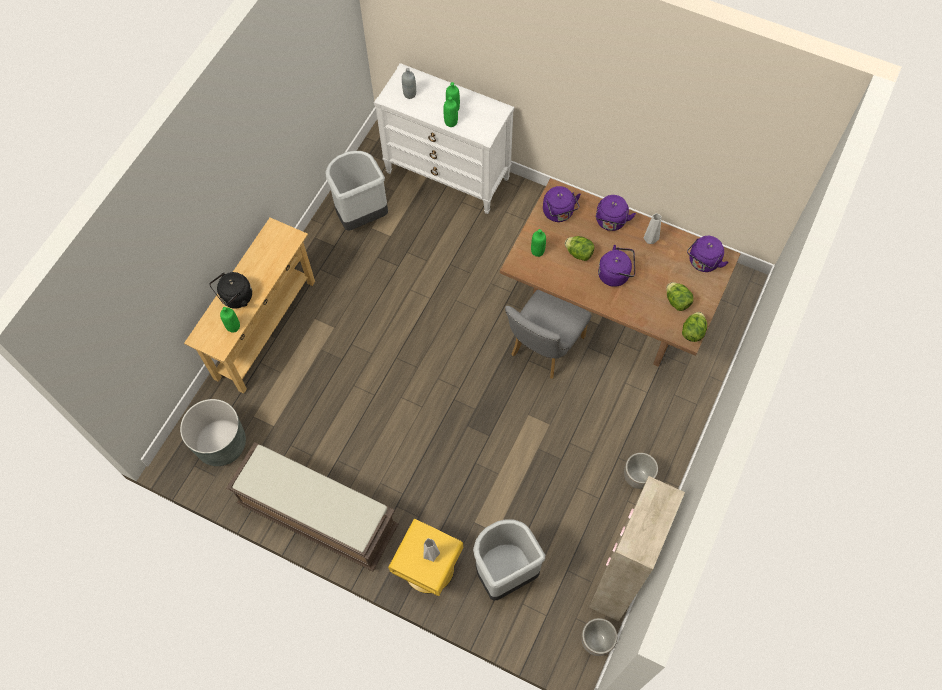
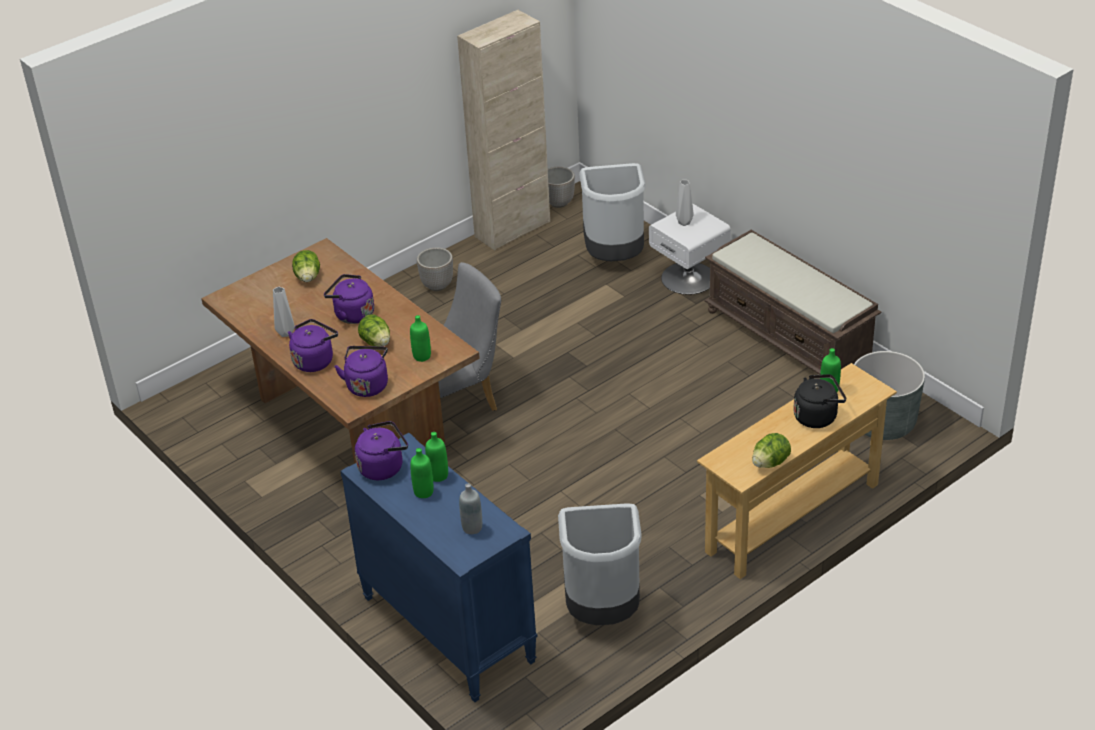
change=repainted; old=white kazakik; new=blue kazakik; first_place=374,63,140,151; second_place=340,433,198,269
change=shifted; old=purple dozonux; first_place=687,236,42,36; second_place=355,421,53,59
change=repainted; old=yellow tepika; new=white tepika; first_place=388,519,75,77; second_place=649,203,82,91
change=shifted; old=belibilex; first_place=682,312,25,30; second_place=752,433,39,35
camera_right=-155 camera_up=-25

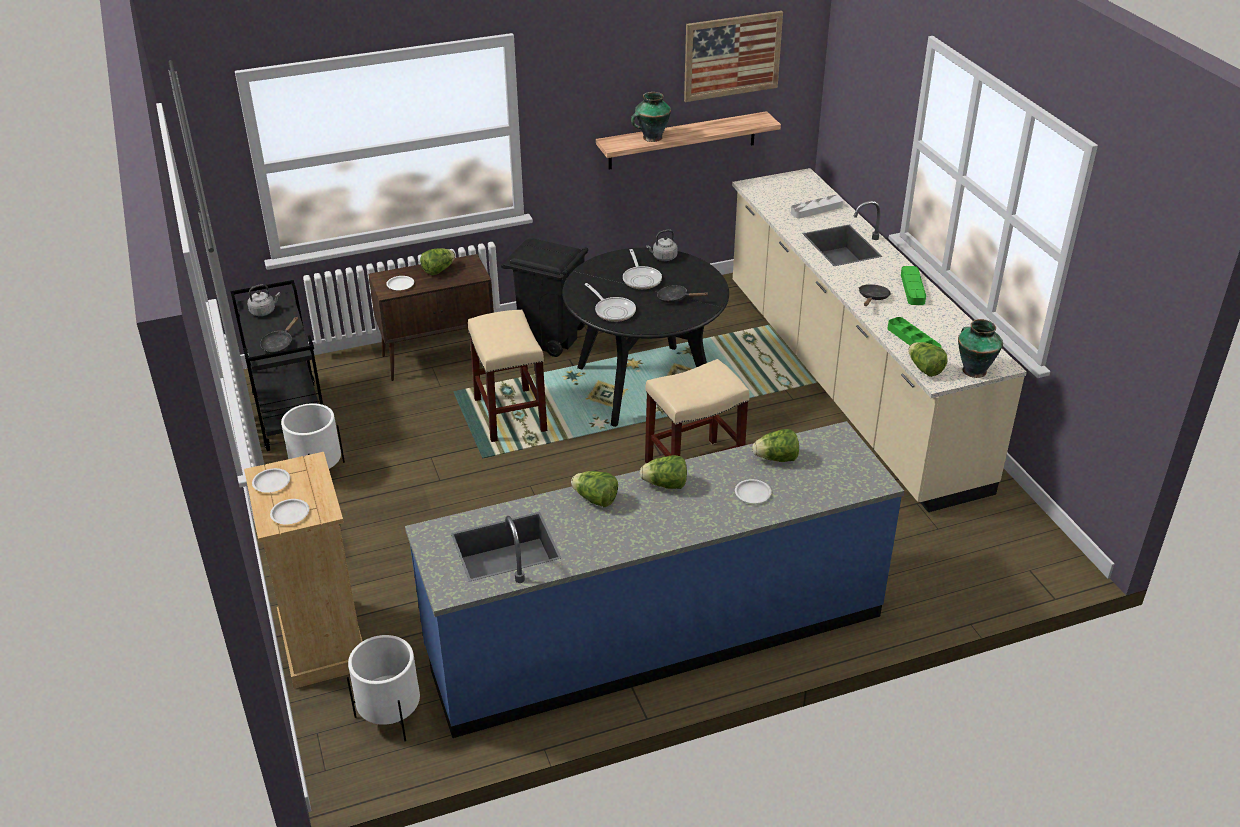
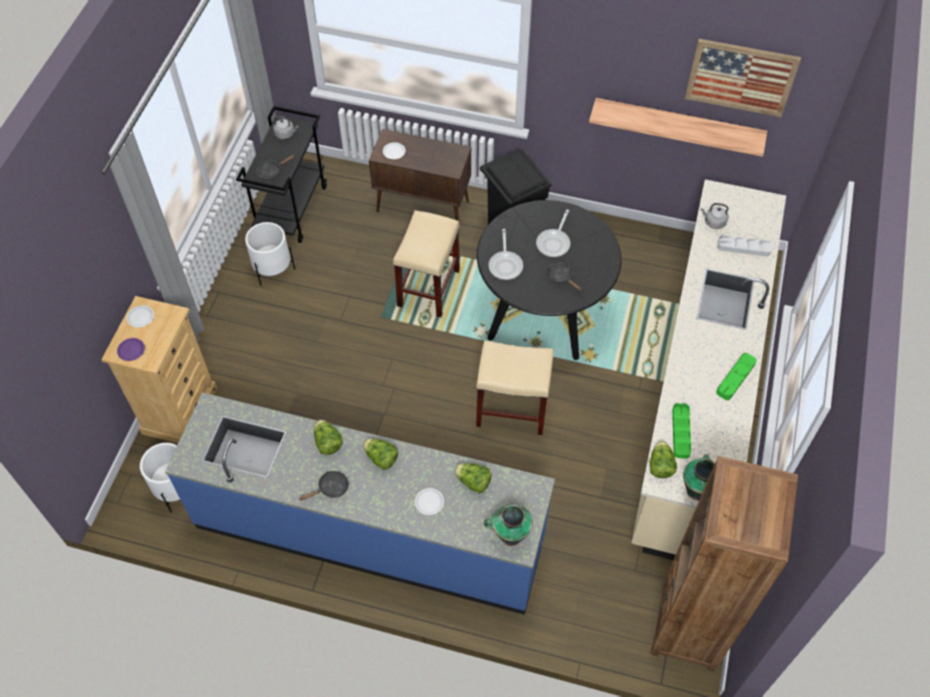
change=repainted; old=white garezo; new=purple garezo; first_place=270,499,39,25; second_place=117,338,28,23
change=shifted; old=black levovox; first_place=859,284,32,22; second_place=299,471,50,30
change=shifted; old=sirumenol; first_place=631,92,40,50; second_place=484,504,49,42
change=new; new=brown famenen; second_place=651,456,147,215
change=shifted; old=grey dozonux; first_place=646,229,32,32; second_place=701,203,27,26
change=gone; old=belibilex; first_place=420,248,35,27
camera_right=35 camera_up=20

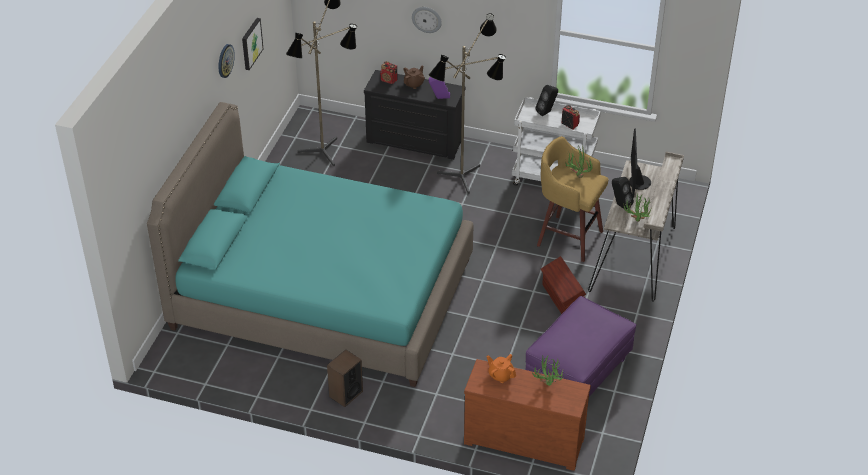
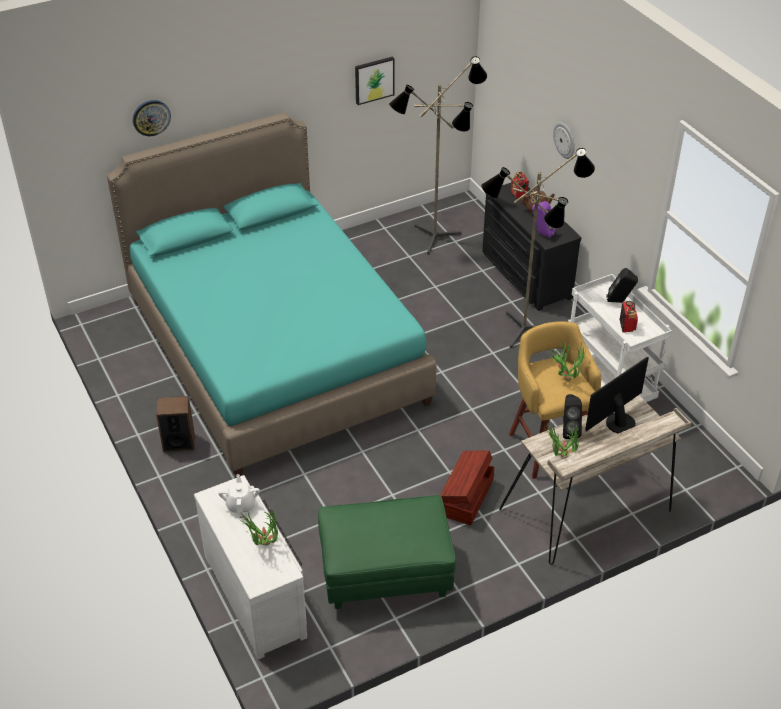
change=shifted; old=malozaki; first_place=218,44,17,34; second_place=133,100,38,36
change=repainted; old=brown kazakik; new=white kazakik; first_place=464,359,127,112; second_place=194,475,113,185
change=repainted; old=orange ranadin; new=white ranadin; first_place=486,354,30,29; second_place=218,474,42,39
change=repainted; old=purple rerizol; new=green rerizol; first_place=525,296,111,101; second_place=318,495,138,114
camera_right=45 camera_up=0

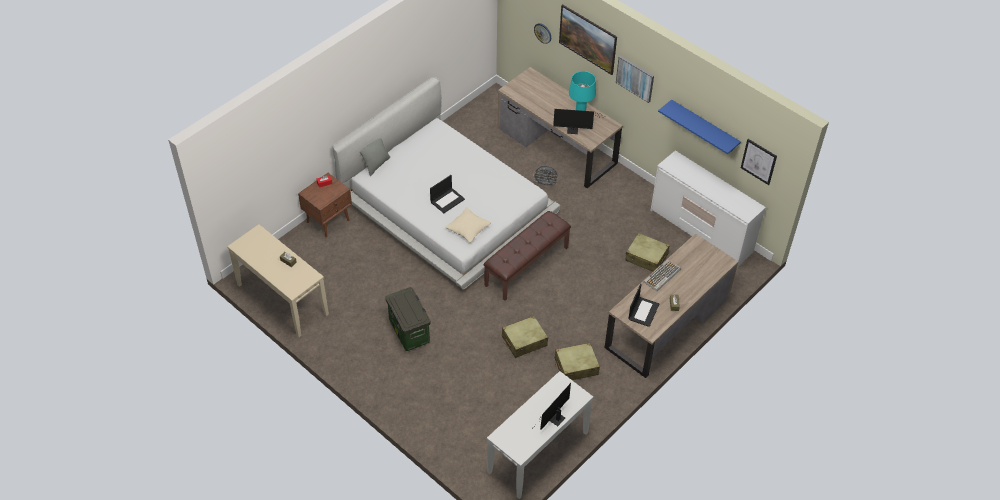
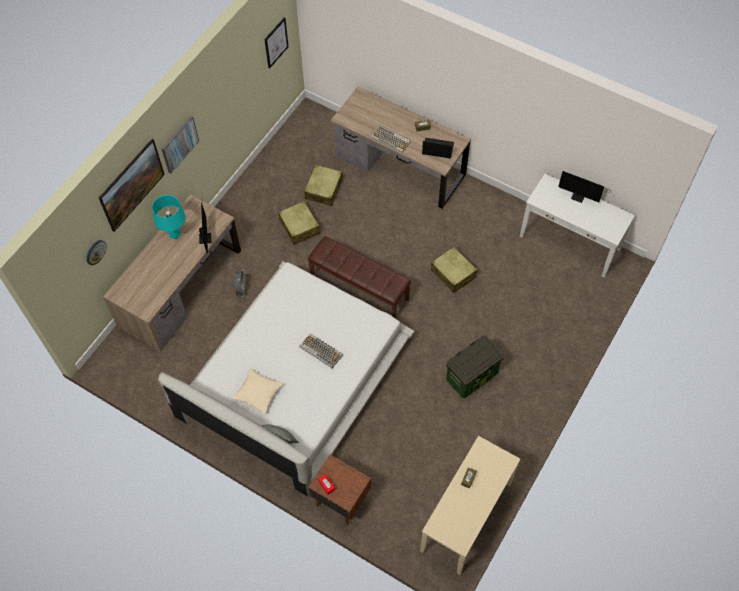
change=shifted; old=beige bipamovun; first_place=445,207,46,36; second_place=232,368,51,46
change=shifted; old=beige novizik; first_place=555,343,45,37; second_place=278,201,42,44
change=swapped; old=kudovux; new=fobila; first_place=430,175,35,38; second_place=299,333,44,35
change=gone; old=white kazakik; first_place=650,150,116,117
change=gone; old=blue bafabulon; first_place=658,99,83,55
camera_right=-100 camera_up=10

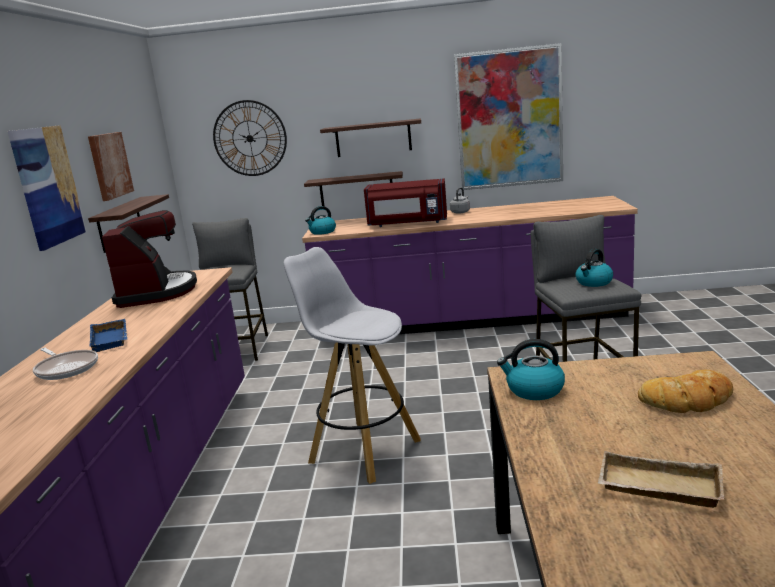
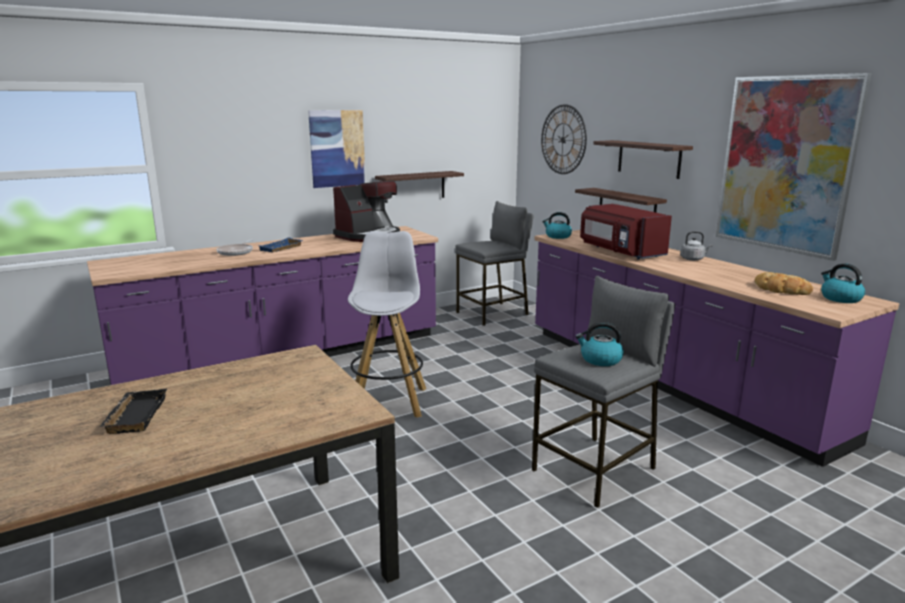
change=repainted; old=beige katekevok; new=black katekevok; first_place=598,451,127,57; second_place=99,389,68,45
change=shifted; old=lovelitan; first_place=638,370,95,43; second_place=755,272,58,23
change=shifted; old=dozonux; first_place=497,339,68,61; second_place=821,263,44,40
change=gone; old=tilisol; first_place=88,132,46,69
camera_right=55 camera_up=0

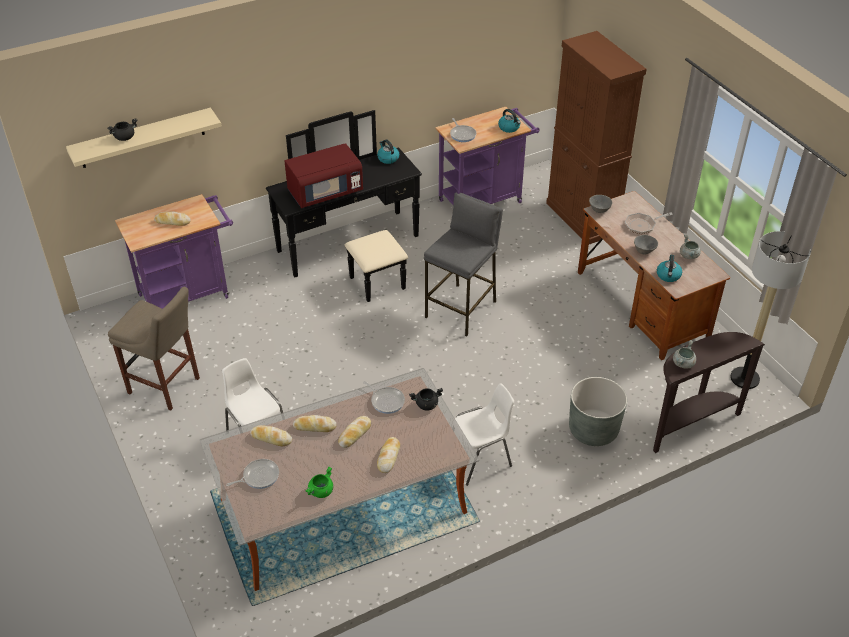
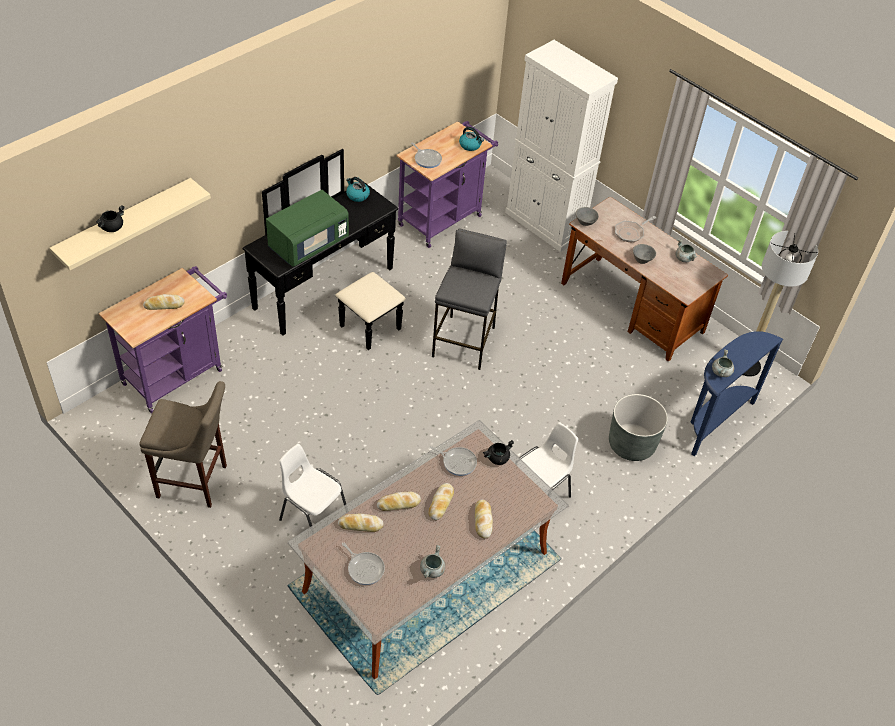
change=repainted; old=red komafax; new=green komafax; first_place=285,143,78,65; second_place=266,190,83,77
change=rotated; old=levovox; first_place=226,459,53,30; second_place=342,543,43,42; degrees=90
change=repainted; old=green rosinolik; new=grey rosinolik; first_place=306,467,27,31; second_place=420,545,25,33
change=repainted; old=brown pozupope; new=white pozupope; first_place=546,31,101,213; second_place=505,40,113,212
change=repainted; old=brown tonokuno; new=blue tonokuno; first_place=653,332,112,121; second_place=690,331,94,125
change=gone; old=dozonux; first_place=657,255,25,27
camera_right=-20 camera_up=5

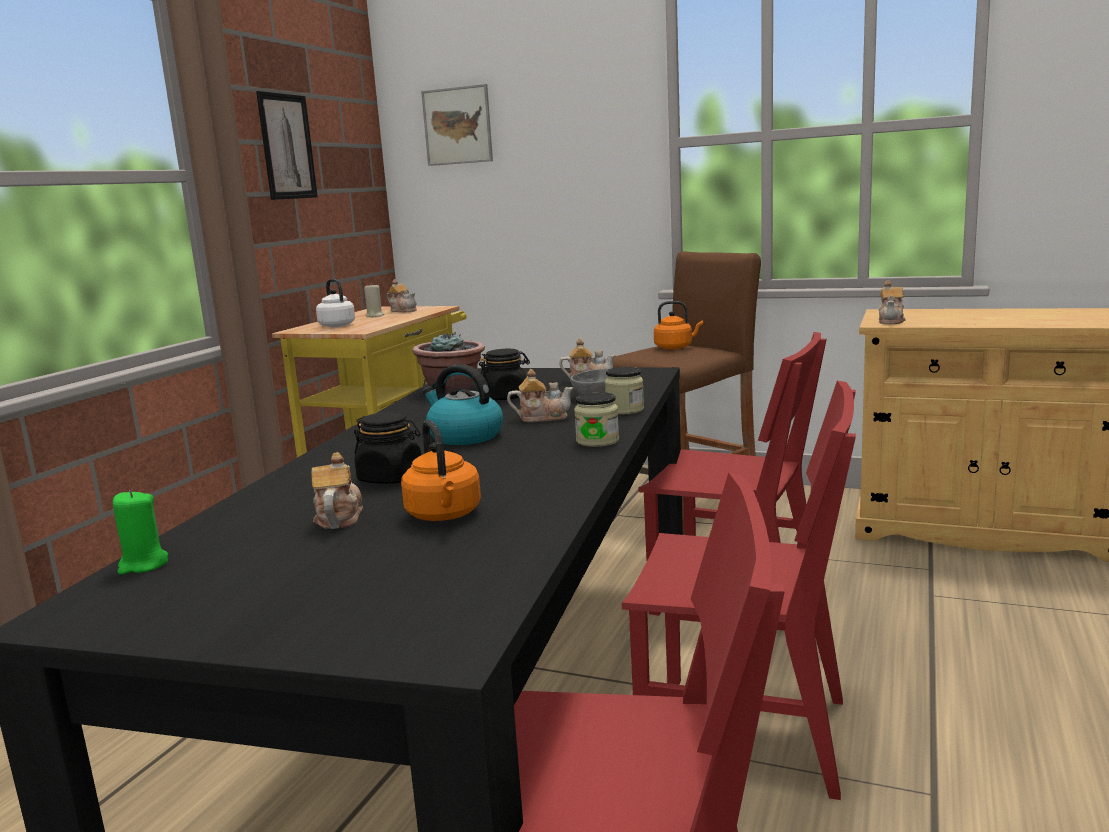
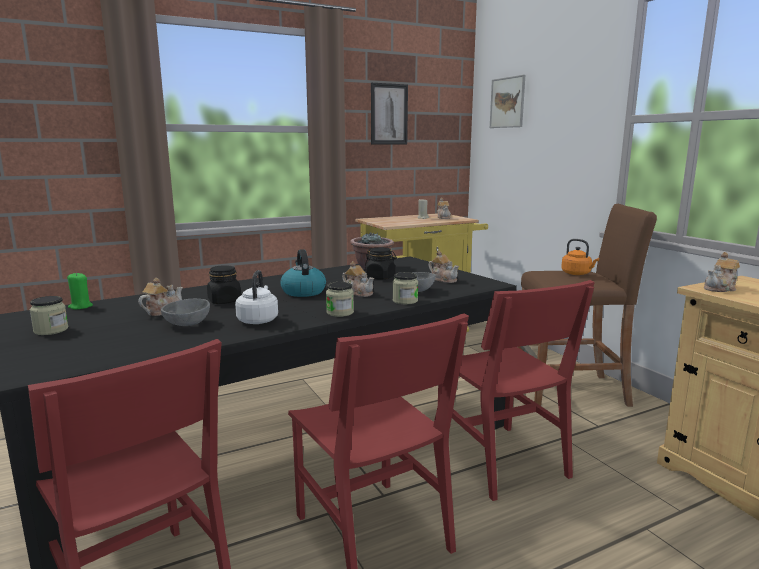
change=new; new=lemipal; second_place=30,296,39,39
change=swapped; old=orange dozonux; new=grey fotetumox; first_place=401,420,80,101; second_place=161,299,49,27
change=shifted; old=white dozonux; first_place=316,279,39,48; second_place=235,270,43,54
camera_right=40 camera_up=0

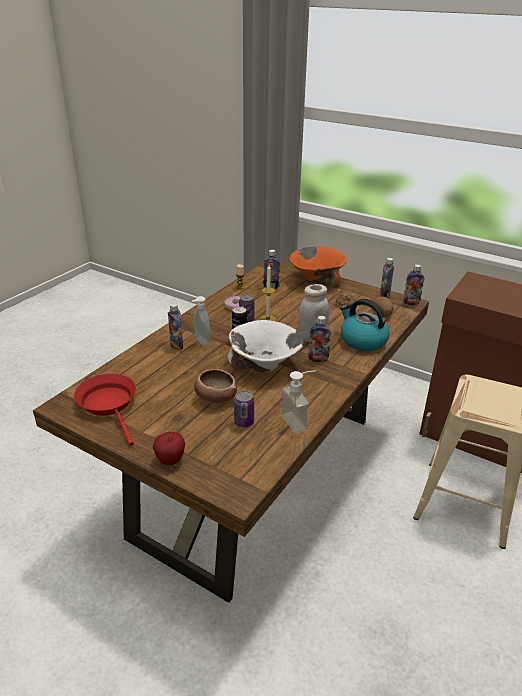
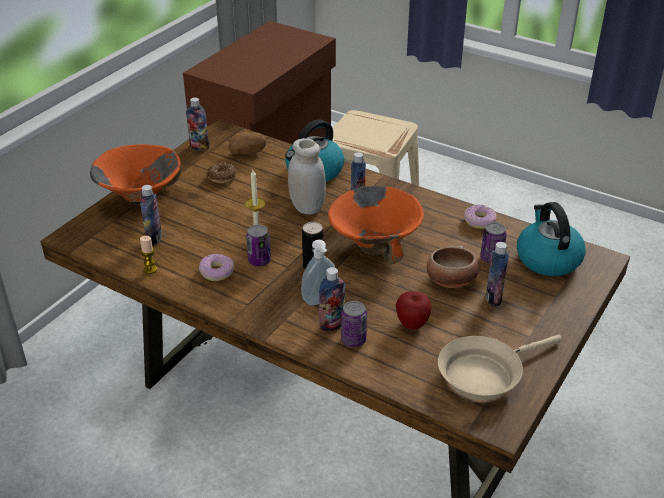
change=repainted; old=white fotetumox; new=orange fotetumox; first_place=228,320,76,52; second_place=328,186,96,79
change=new; new=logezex; second_place=341,301,26,46
change=shifted; old=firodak; first_place=153,432,32,33; second_place=396,291,36,38
change=repainted; old=red levovox; new=beige levovox; first_place=74,374,62,72; second_place=438,335,124,65
change=swapped; old=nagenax; new=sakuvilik; first_place=281,370,35,64; second_place=464,204,33,25
change=shifted; old=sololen; first_place=403,264,21,41; second_place=486,242,23,64
change=new; new=dozonux; second_place=517,202,69,74
camera_right=-90 camera_up=5

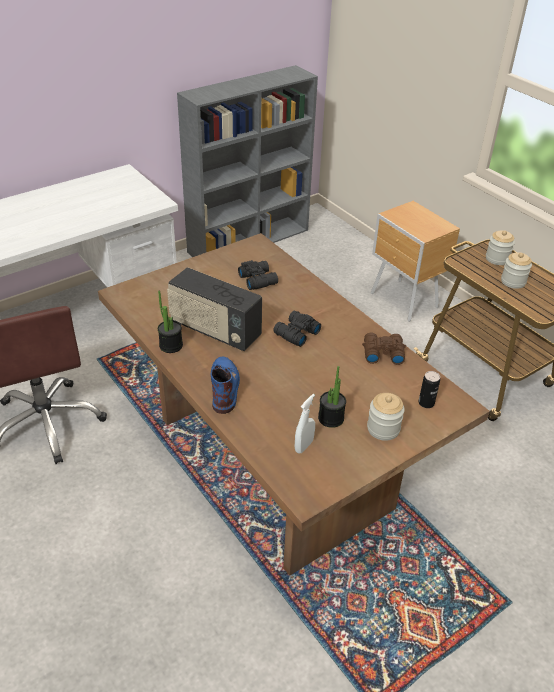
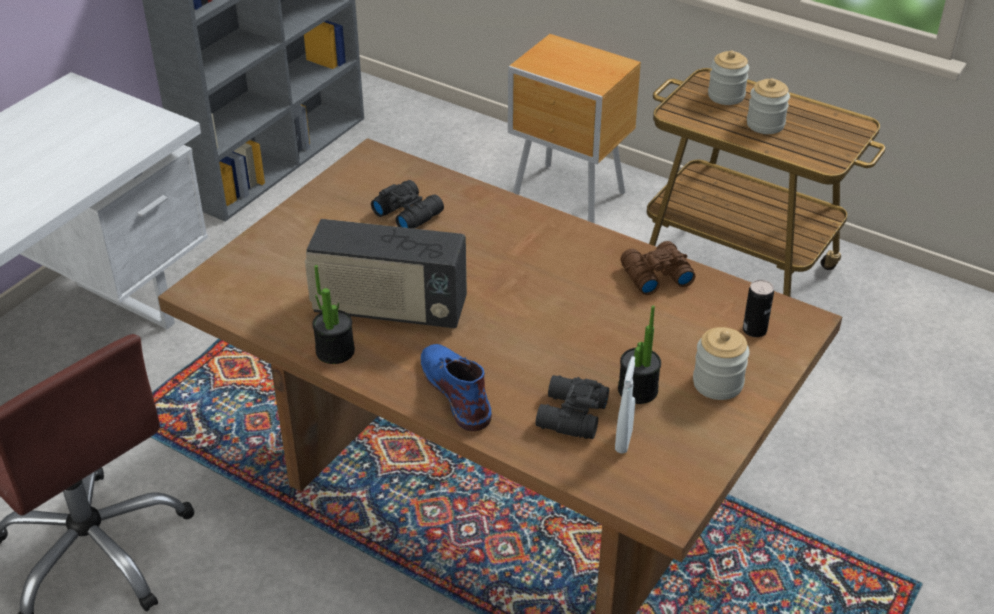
change=shifted; old=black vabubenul; first_place=273,311,48,36; second_place=536,375,73,64
camera_right=-20 camera_up=0

